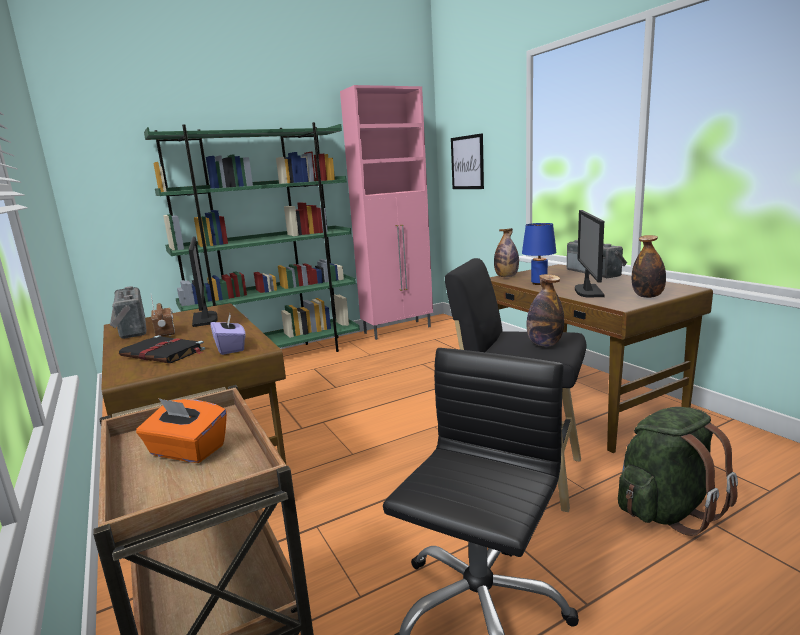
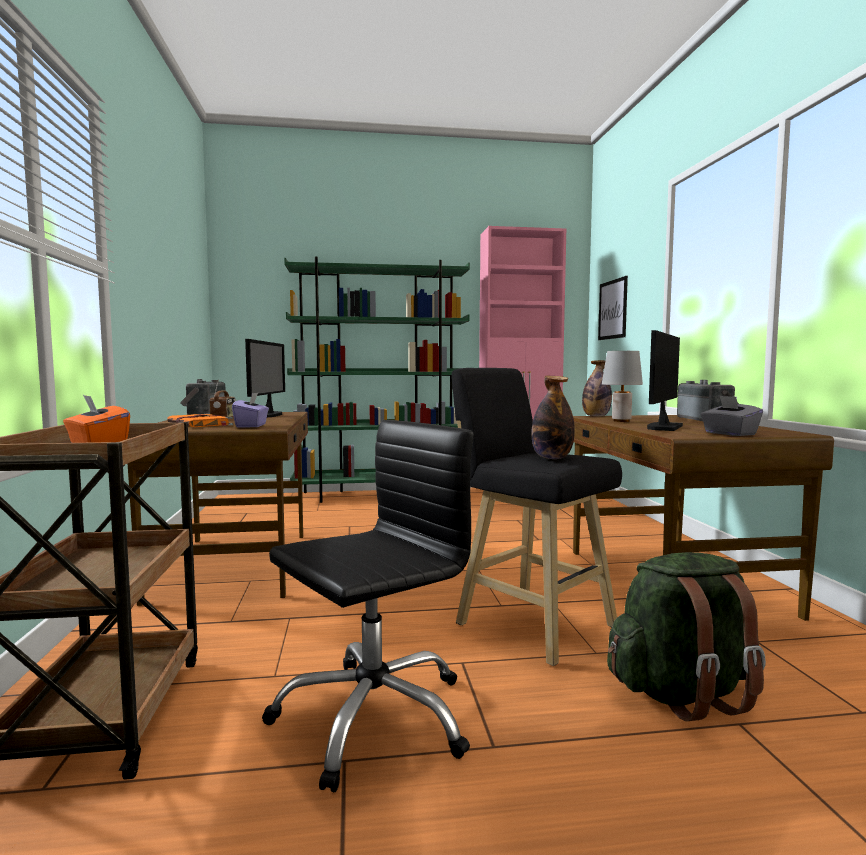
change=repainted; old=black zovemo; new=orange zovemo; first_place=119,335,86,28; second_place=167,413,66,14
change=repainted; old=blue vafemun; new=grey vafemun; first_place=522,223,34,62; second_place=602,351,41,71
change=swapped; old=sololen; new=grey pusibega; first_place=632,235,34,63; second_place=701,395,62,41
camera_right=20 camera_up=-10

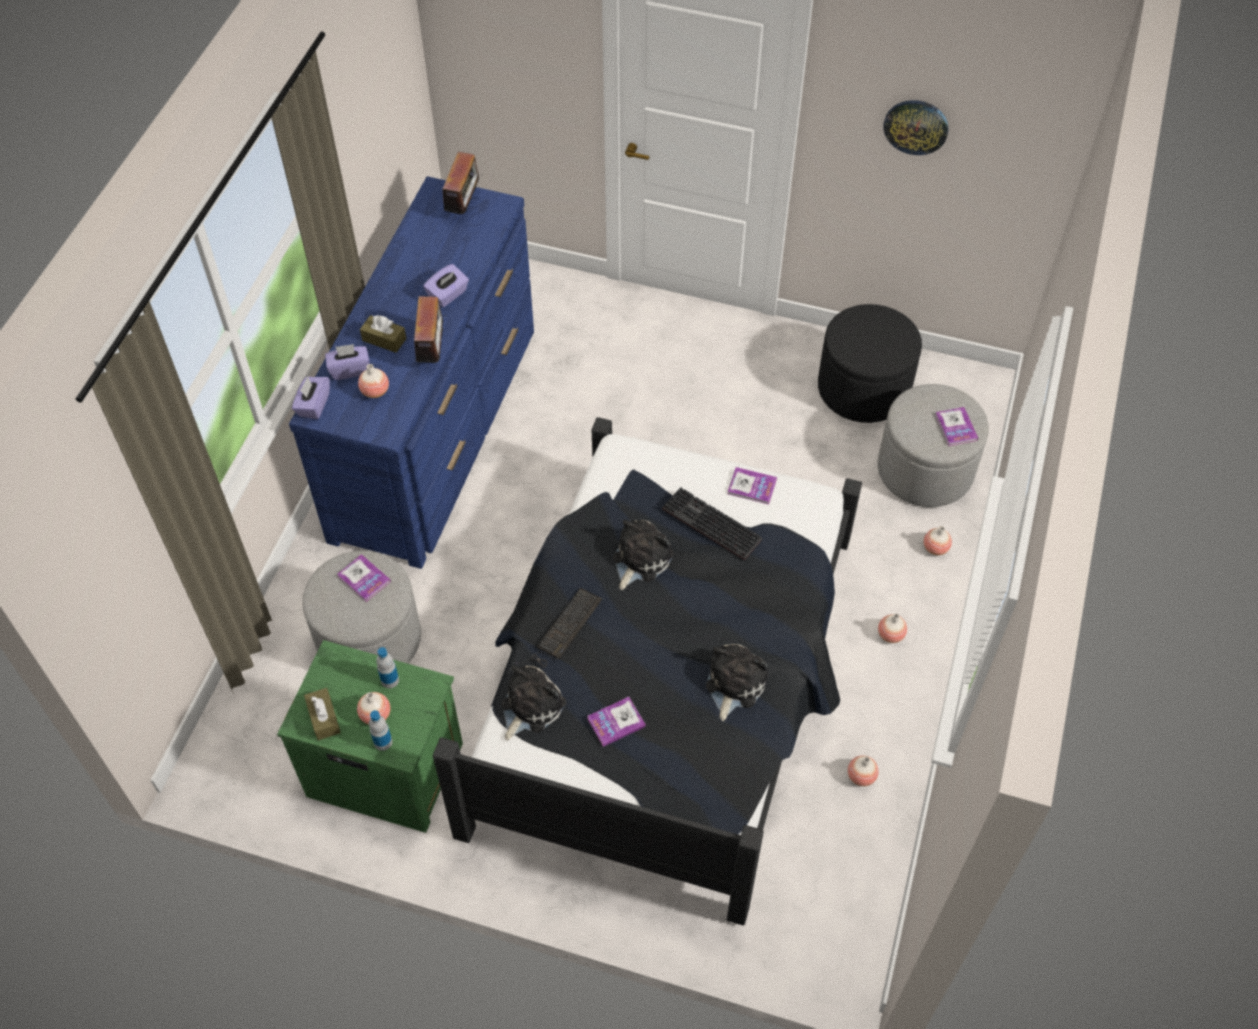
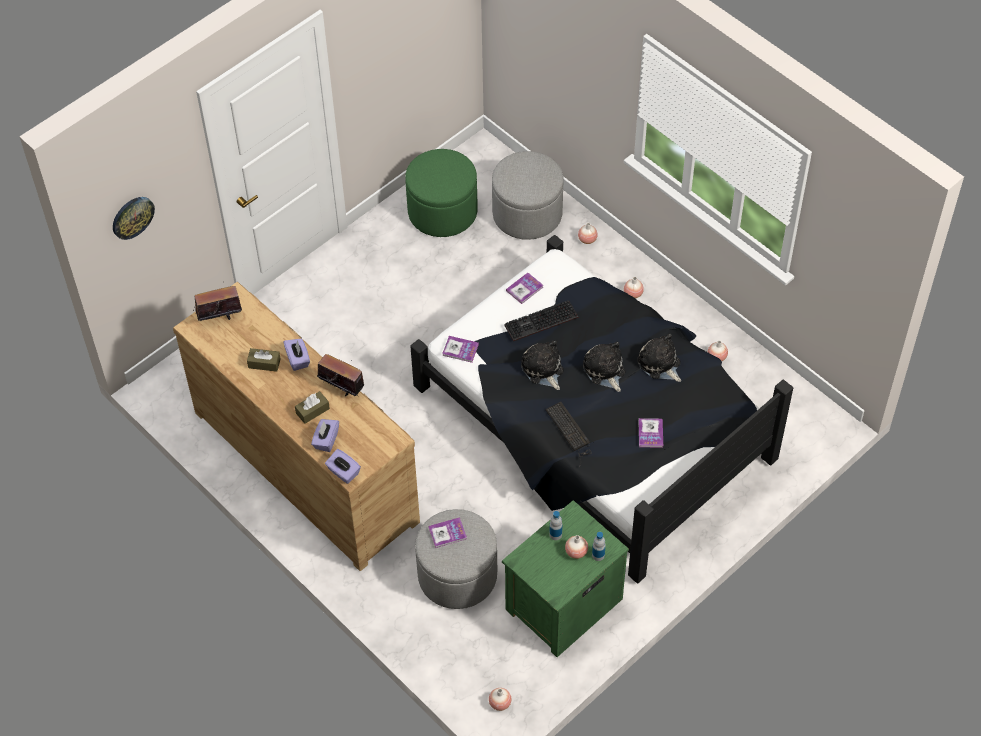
change=shifted; old=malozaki; first_place=883,100,66,55; second_place=113,197,42,43
change=repainted; old=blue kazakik; new=brown kazakik; first_place=289,176,245,393; second_place=173,282,247,289
change=rotated; old=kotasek; first_place=443,152,40,65; second_place=193,281,49,40; degrees=-60
change=shifted; old=brown pusibega; first_place=304,688,37,52; second_place=247,348,34,24
change=repainted; old=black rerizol; new=green rerizol; first_place=818,304,104,119; second_place=405,149,73,88
change=shifted; old=zovemo; first_place=935,407,43,39; second_place=442,336,37,27
change=shifted; old=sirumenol; first_place=358,364,31,34; second_place=489,688,22,23
change=shifted; old=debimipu; first_place=502,666,64,75; second_place=583,342,42,50
camera_right=-60 camera_up=0

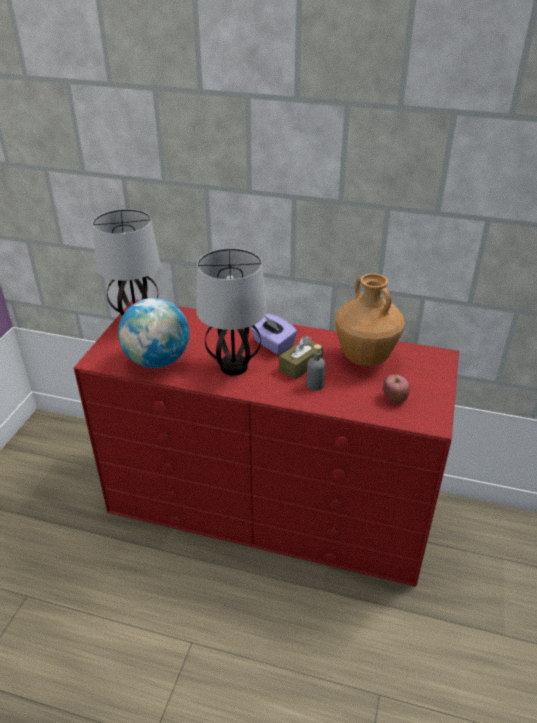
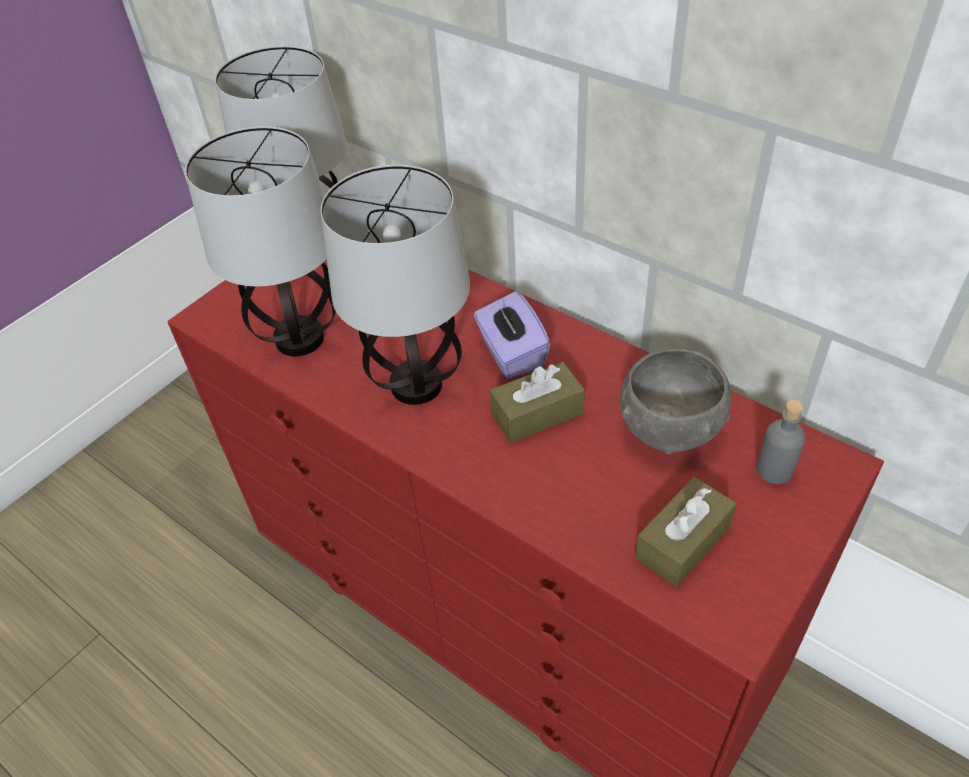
change=swapped; old=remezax; new=vafemun; first_place=118,298,71,70; second_place=185,126,151,230
change=swapped; old=brown sirumenol; new=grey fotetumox; first_place=335,273,70,93; second_place=620,349,112,106
change=swapped; old=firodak; new=brown pusibega; first_place=383,374,27,30; second_place=635,477,101,110
change=shifted; old=grey sololen; first_place=306,344,20,47; second_place=756,400,49,84
camera_right=25 camera_up=10

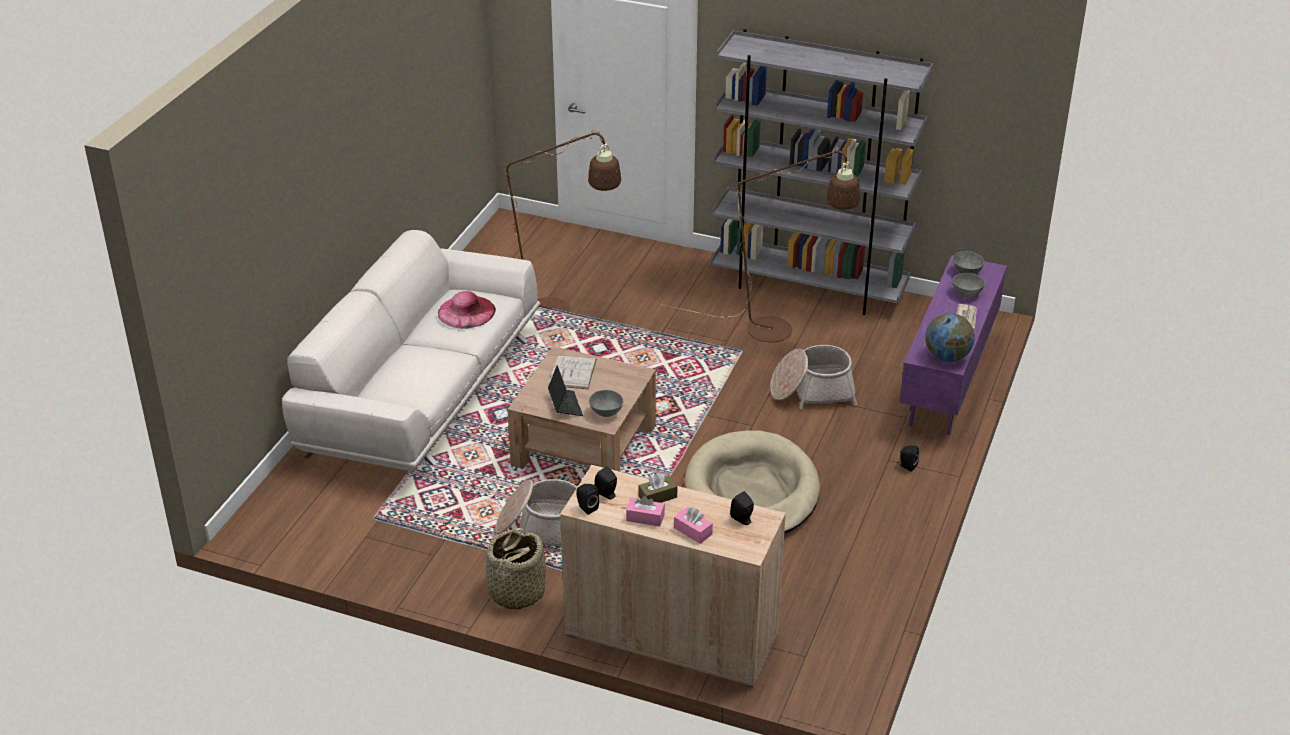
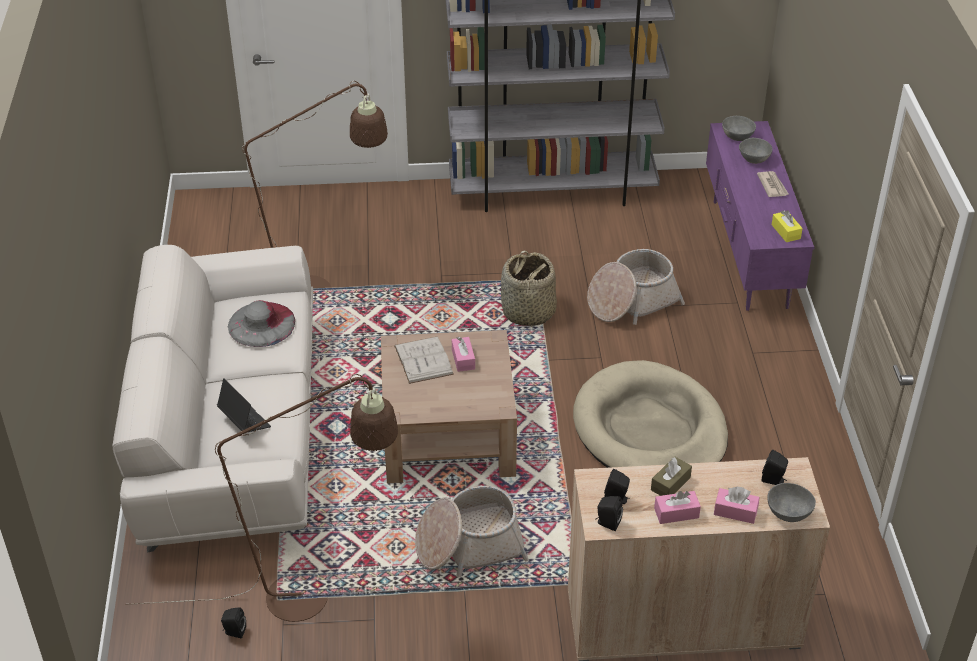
change=shifted; old=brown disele; first_place=655,148,205,194; second_place=125,374,273,248
change=shifted; old=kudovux; first_place=548,365,35,51; second_place=217,378,54,54
change=shifted; old=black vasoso; first_place=900,445,19,26; second_place=221,607,25,32
change=repainted; old=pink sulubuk; new=grey sulubuk; first_place=438,291,58,38; second_place=228,300,67,47
change=new; new=pink pusibega; second_place=452,337,23,35
change=shifted; old=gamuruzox; first_place=486,528,60,81; second_place=501,250,56,77
change=shifted; old=grey fotetumox; first_place=589,390,34,27; second_place=767,483,49,39
change=swapped; old=remezax; new=yellow pusibega; first_place=925,313,50,49; second_place=772,210,31,32
camera_right=-25 camera_up=5

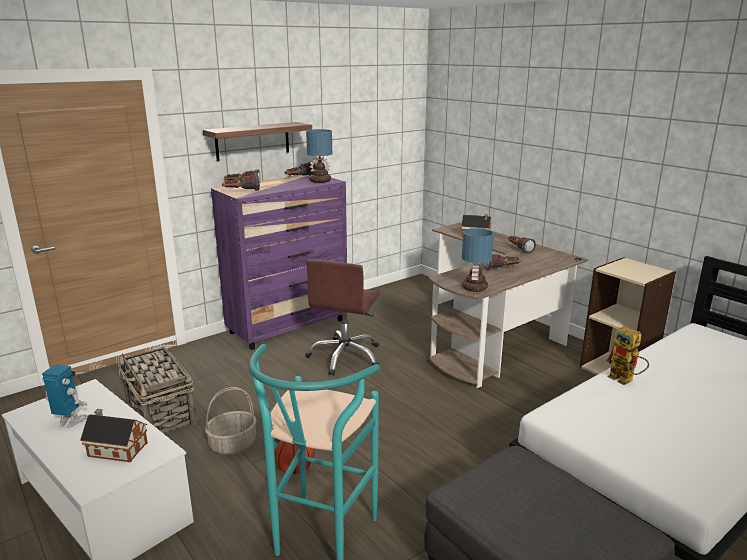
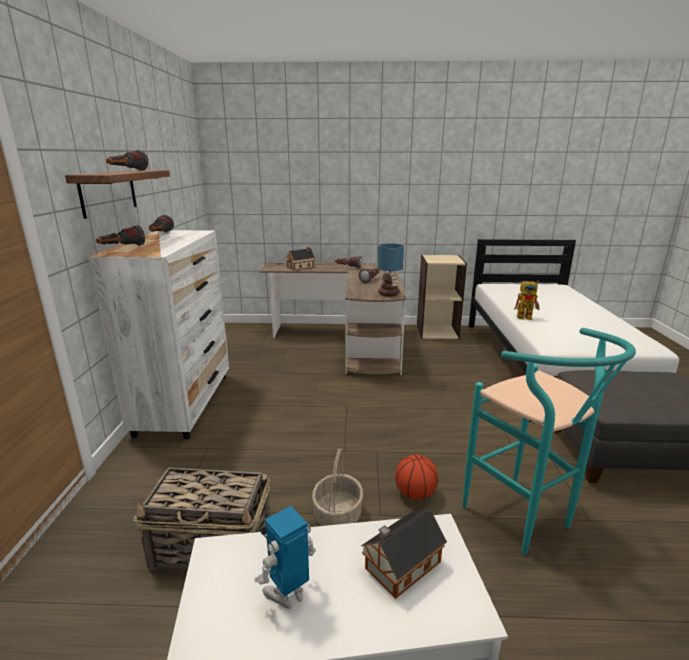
change=repainted; old=purple kazakik; new=white kazakik; first_place=211,175,137,175; second_place=89,230,140,209
change=shifted; old=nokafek; first_place=222,174,38,17; second_place=106,150,42,21
change=gone; old=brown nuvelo; first_place=305,259,74,117
change=gone; old=vafemun; first_place=306,129,26,54
camera_right=-50 camera_up=0

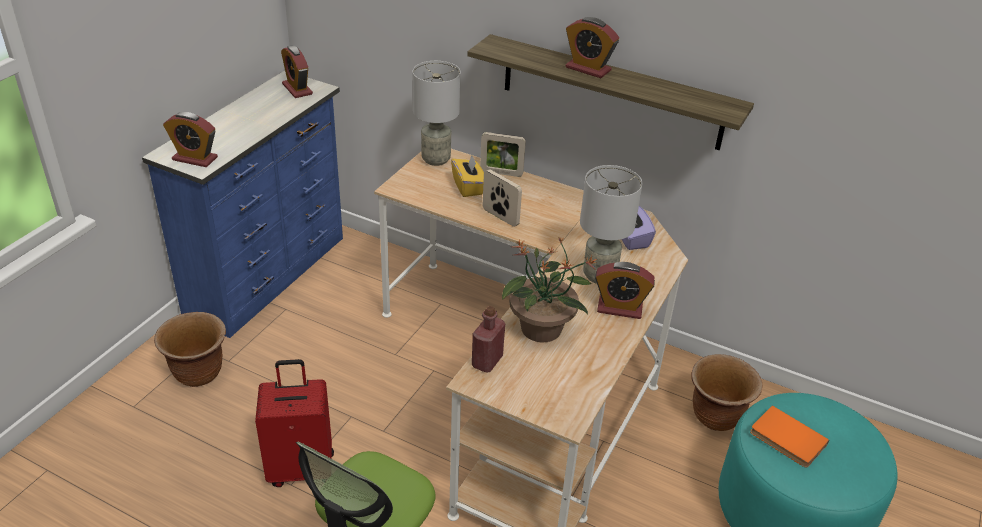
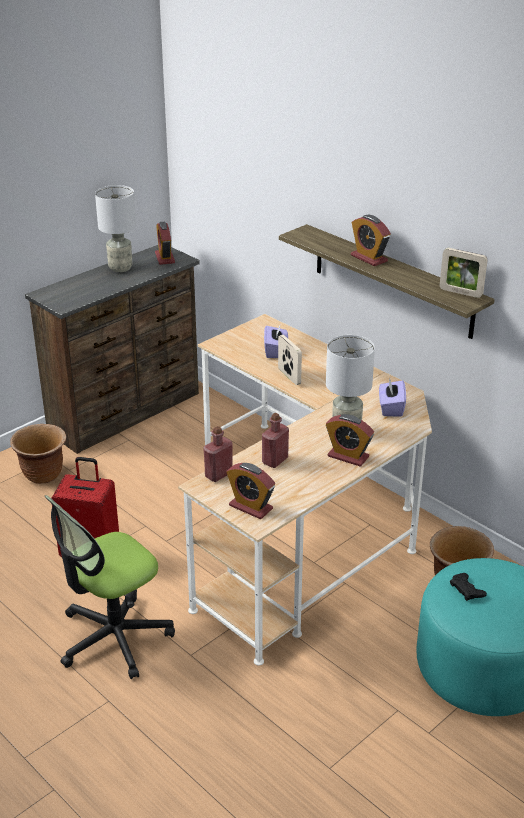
change=repainted; old=blue kazakik; new=brown kazakik; first_place=142,71,201,267; second_place=25,245,175,209
change=shifted; old=grey vafemun; first_place=413,61,48,105; second_place=95,185,41,87
change=shifted; old=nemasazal; first_place=163,112,55,55; second_place=226,463,49,56
change=swapped; old=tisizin; new=red sololen; first_place=502,236,95,106; second_place=262,413,27,55
change=repainted; old=yellow pusibega; new=purple pusibega; first_place=451,156,33,41; second_place=264,323,24,35
change=shifted; old=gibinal; first_place=480,132,46,45; second_place=440,248,48,50
change=swapped; old=orange zovemo; new=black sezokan; first_place=750,405,79,63; second_place=450,573,37,28
camera_right=20 camera_up=-5

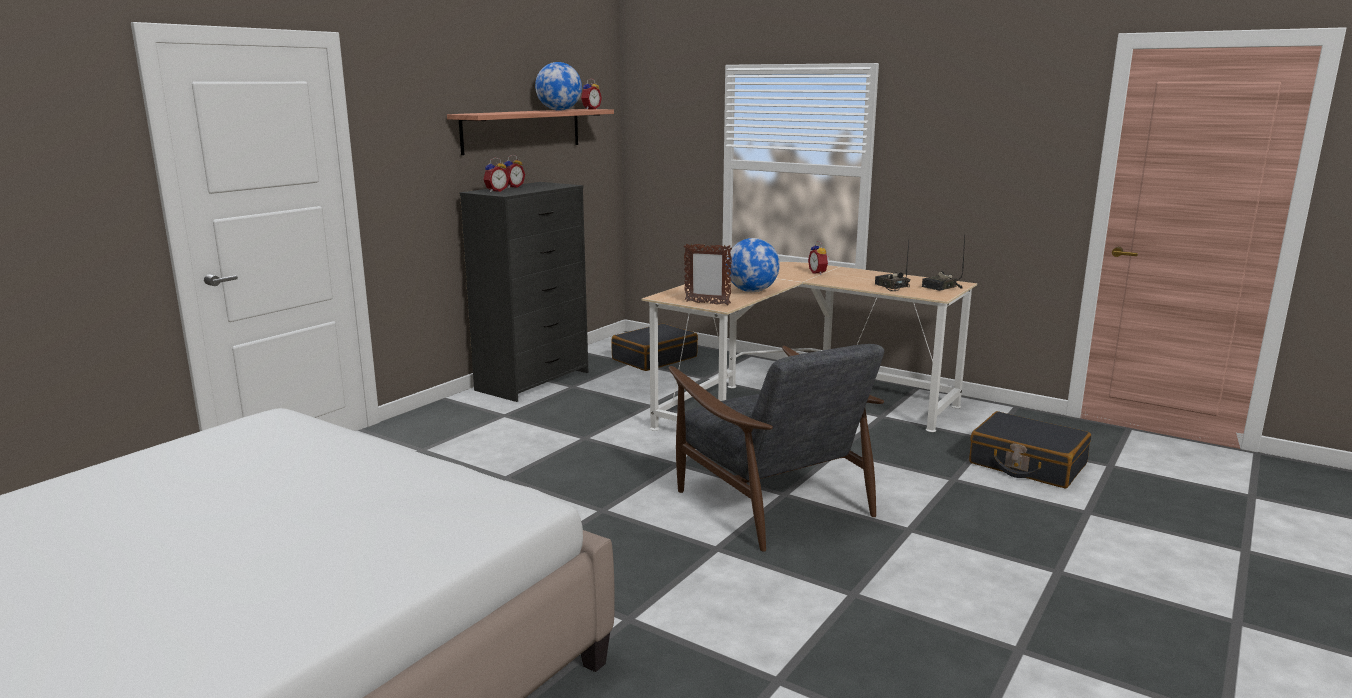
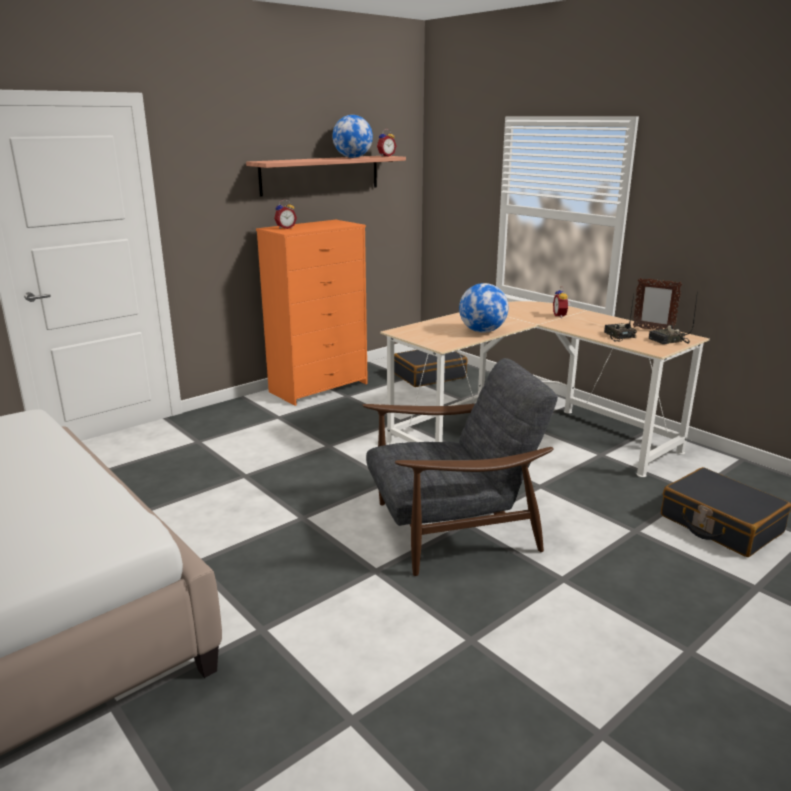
change=repainted; old=black kazakik; new=orange kazakik; first_place=460,182,129,220; second_place=256,220,112,186
change=rotated; old=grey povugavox; first_place=669,344,215,208; second_place=362,358,196,218; degrees=-90
change=shifted; old=gibinal; first_place=684,244,48,61; second_place=633,278,49,52
change=gone; old=nemasazal; first_place=503,155,22,33
camera_right=15 camera_up=5

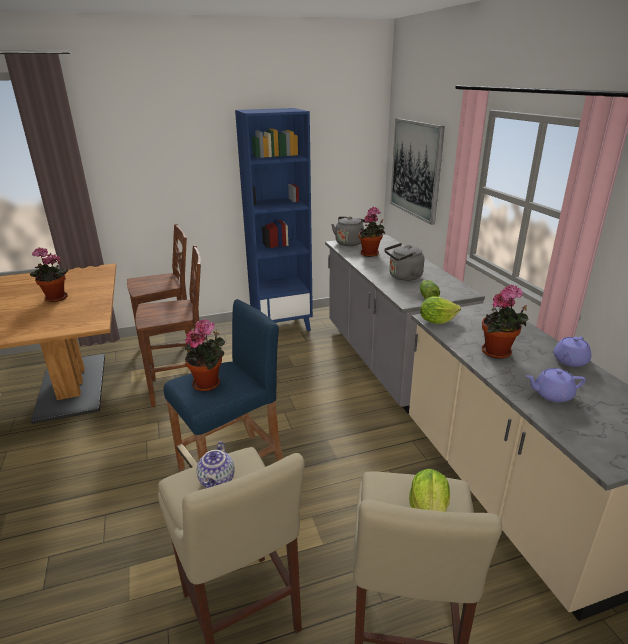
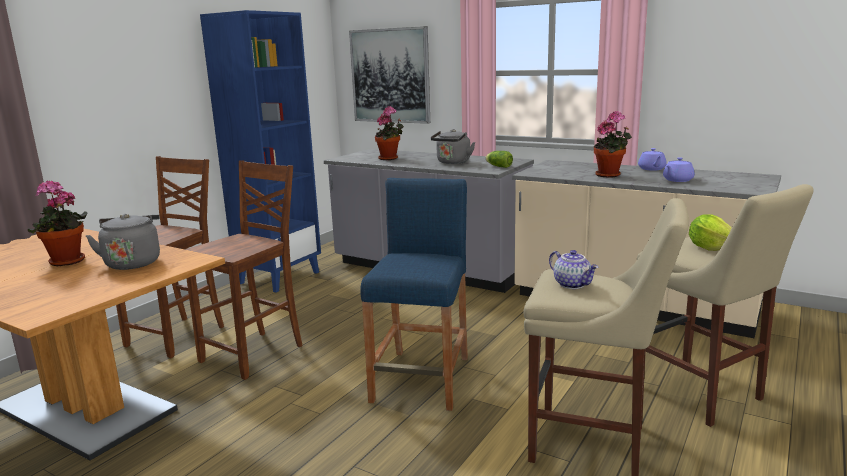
change=shifted; old=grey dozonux; first_place=331,216,34,30; second_place=86,214,74,56
change=gone; old=tisizin; first_place=185,319,40,72
change=gone; old=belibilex; first_place=420,296,41,28
camera_right=-40 camera_up=-10

